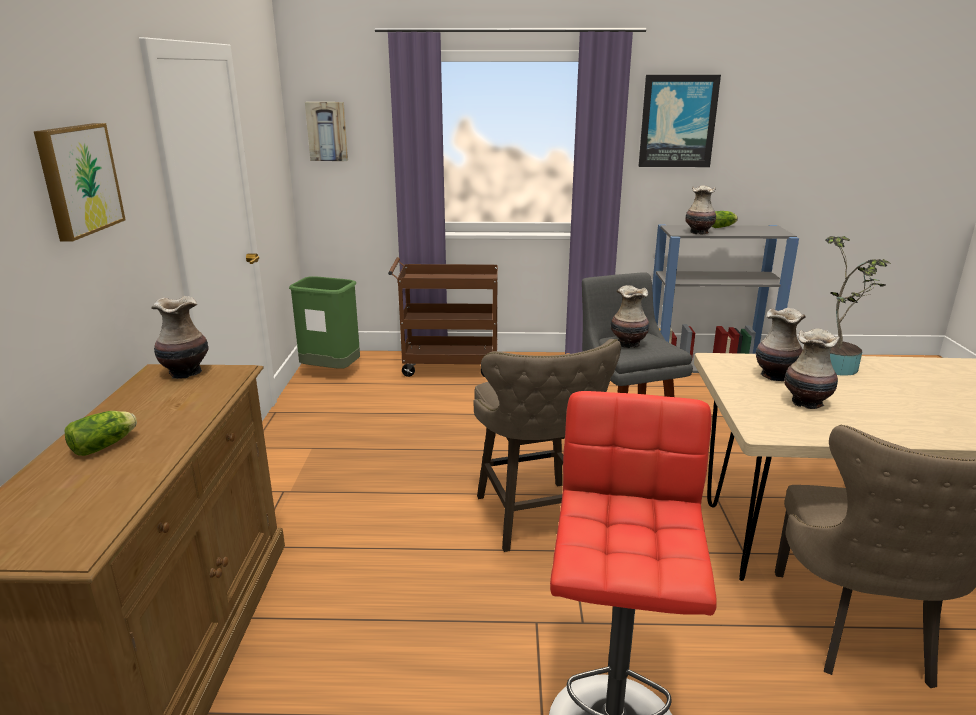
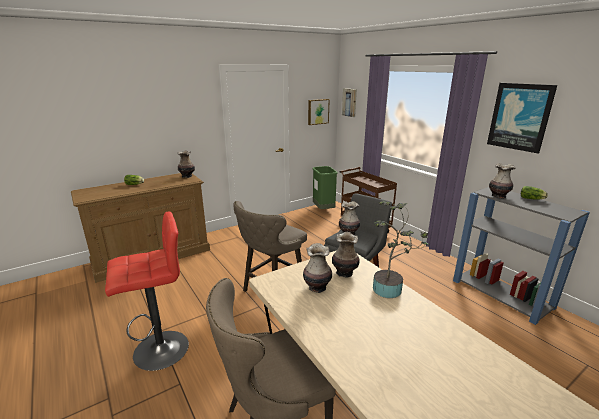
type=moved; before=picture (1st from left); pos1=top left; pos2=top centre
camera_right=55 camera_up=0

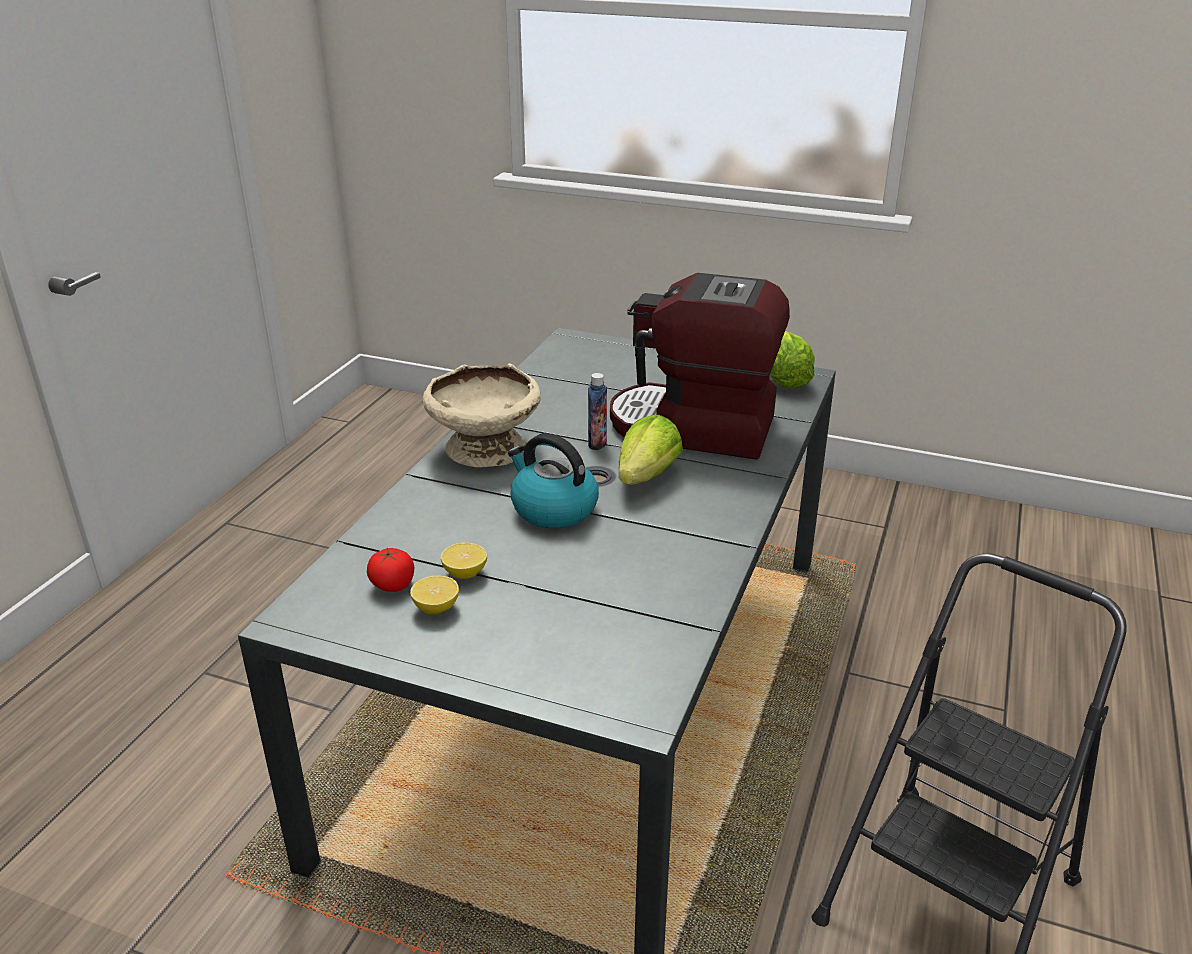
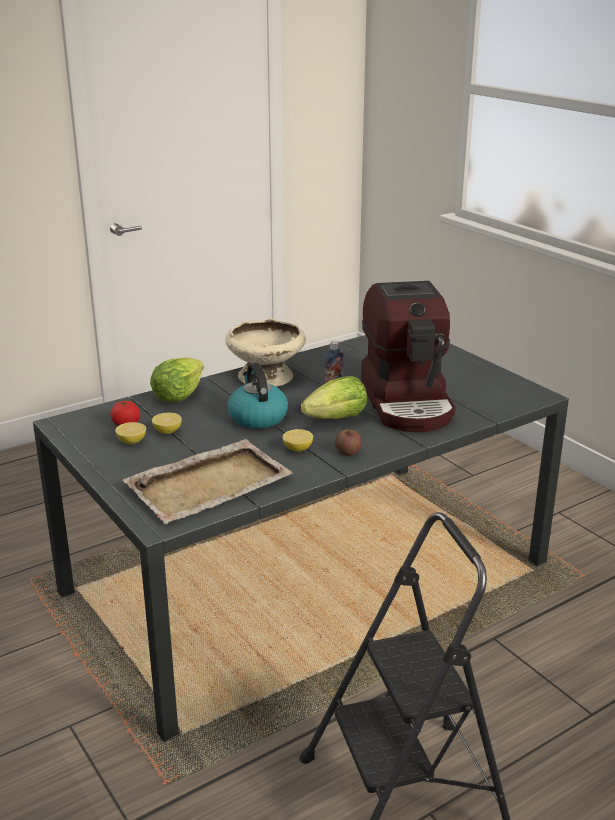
type=turned; before=coffee machine; pos1=centre; pos2=centre; turn=-150
type=moved; before=lettuce head (2nd from left in the first image); after=lettuce head (1st from left); pos1=centre; pos2=middle left
type=added; after=serving tray/beige; pos2=centre
type=added; after=lemon (3rd from left); pos2=centre
type=added; after=whole apple; pos2=centre
camera_right=35 camera_up=-5

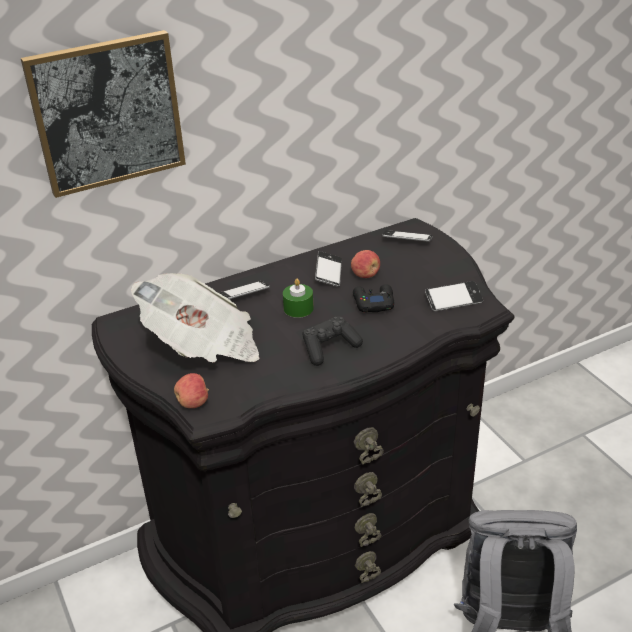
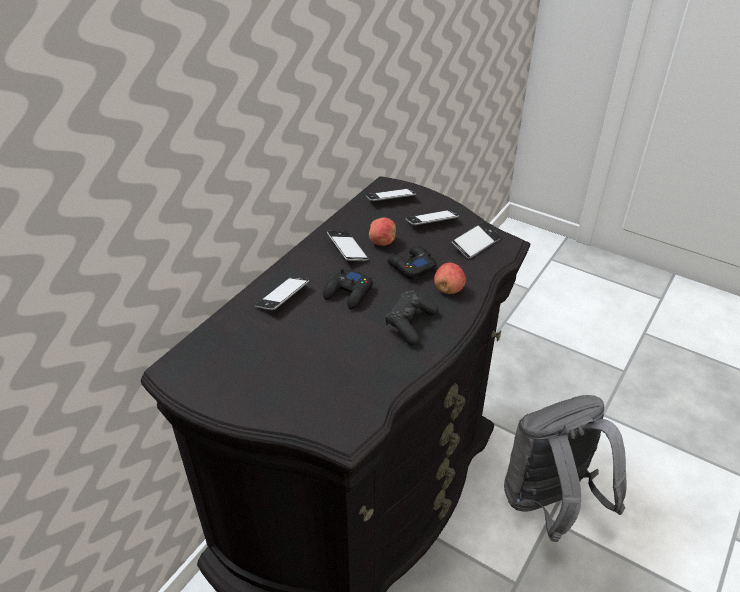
type=removed; before=picture; pos1=top left
type=removed; before=newspaper; pos1=middle left
type=moved; before=whole apple (1st from left in the first image); after=whole apple (2nd from left); pos1=middle left; pos2=centre
type=replaced; before=candle/green; after=gamepad/black-coloured (1st from left); pos1=centre; pos2=centre
type=added; after=phone (4th from left); pos2=centre
camera_right=-30 camera_up=5

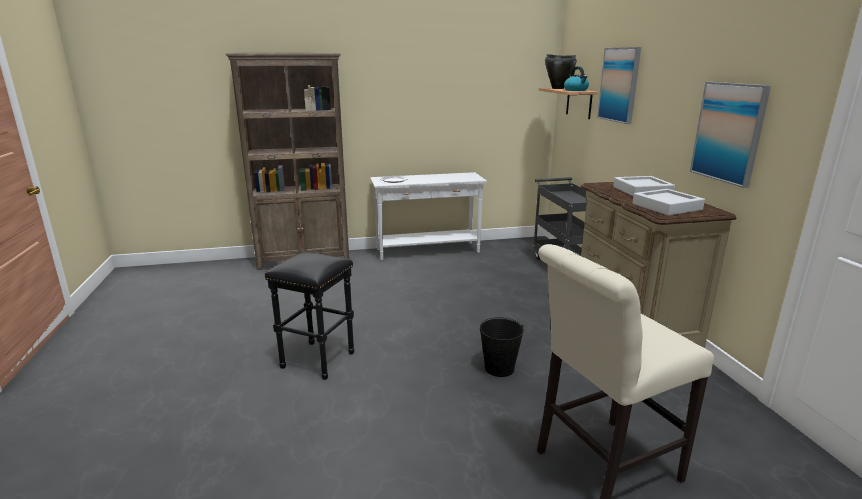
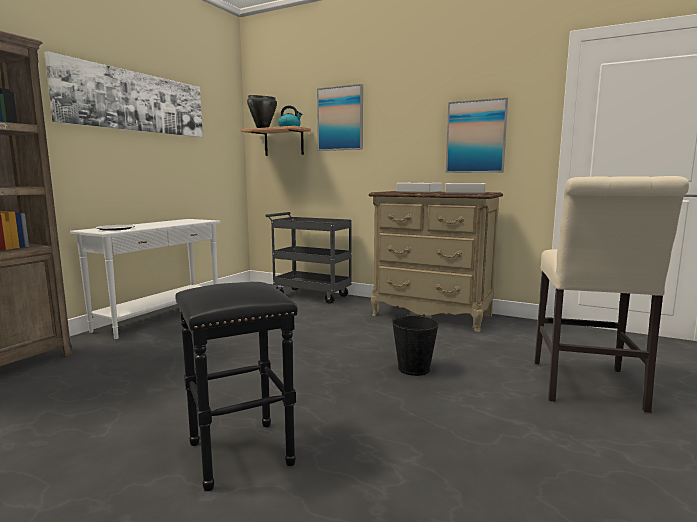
type=added; after=picture (1st from left); pos2=top left
camera_right=-50 camera_up=-10

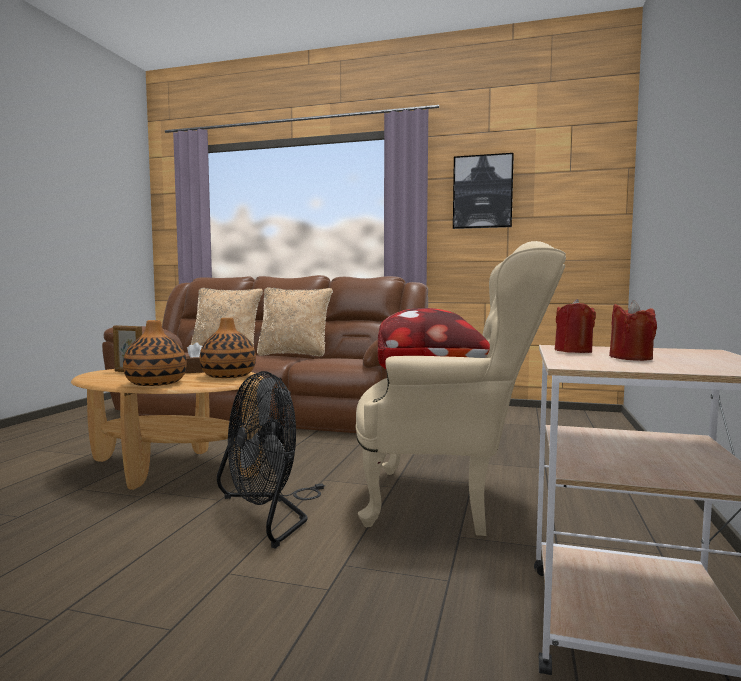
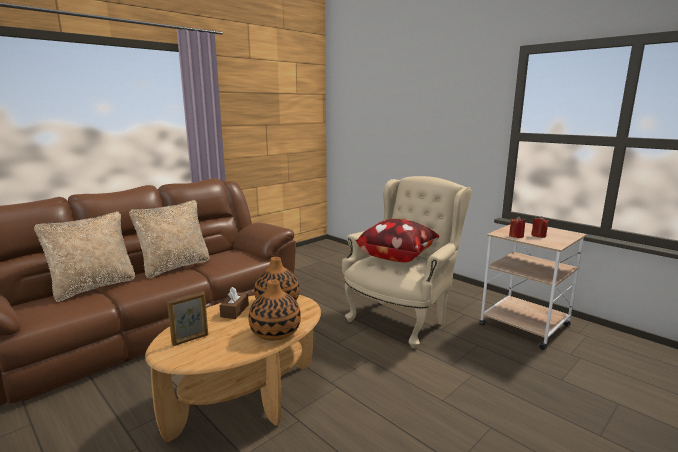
type=removed; before=fan/black-coloured; pos1=bottom centre
type=removed; before=picture; pos1=top centre
camera_right=-60 camera_up=10

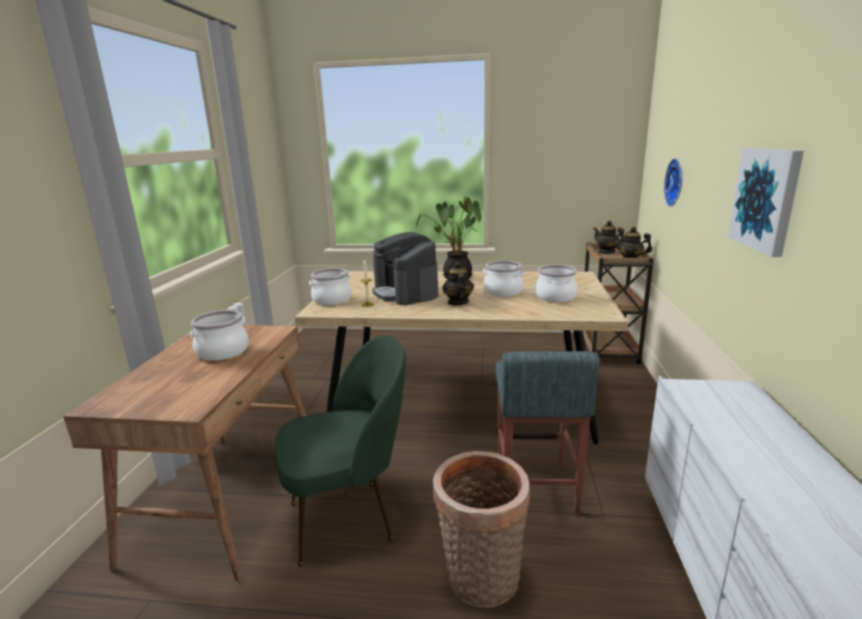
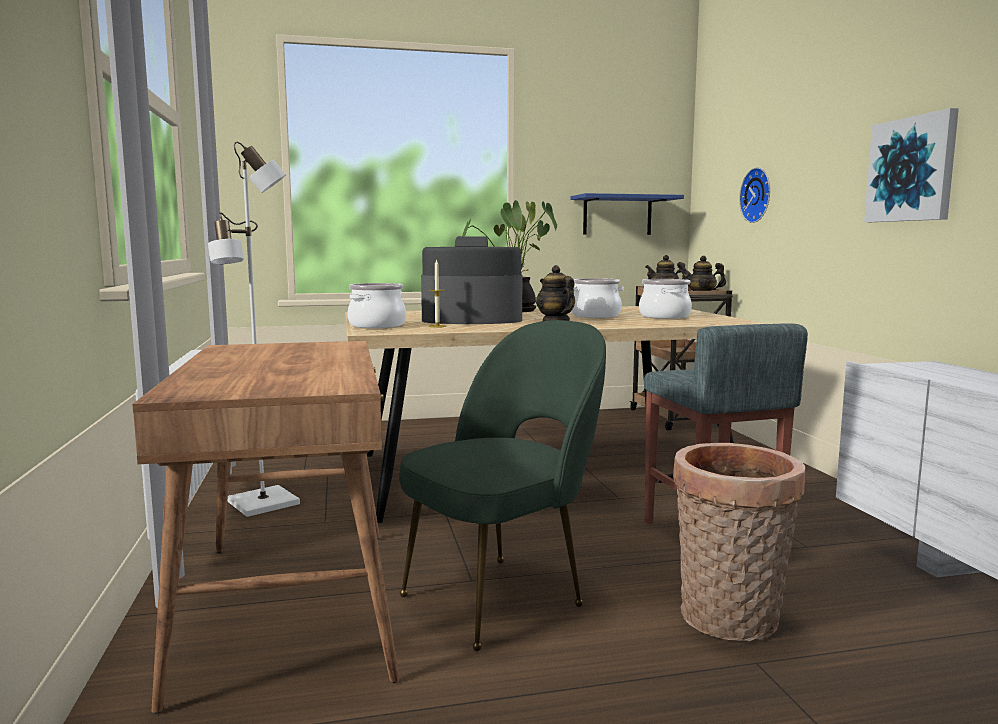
type=removed; before=stockpot (1st from left); pos1=middle left
type=turned; before=coffee machine; pos1=centre; pos2=centre; turn=135
type=added; after=floor lamp/white; pos2=middle left
type=added; after=wall shelf/bluish; pos2=top centre
camera_right=-20 camera_up=-10

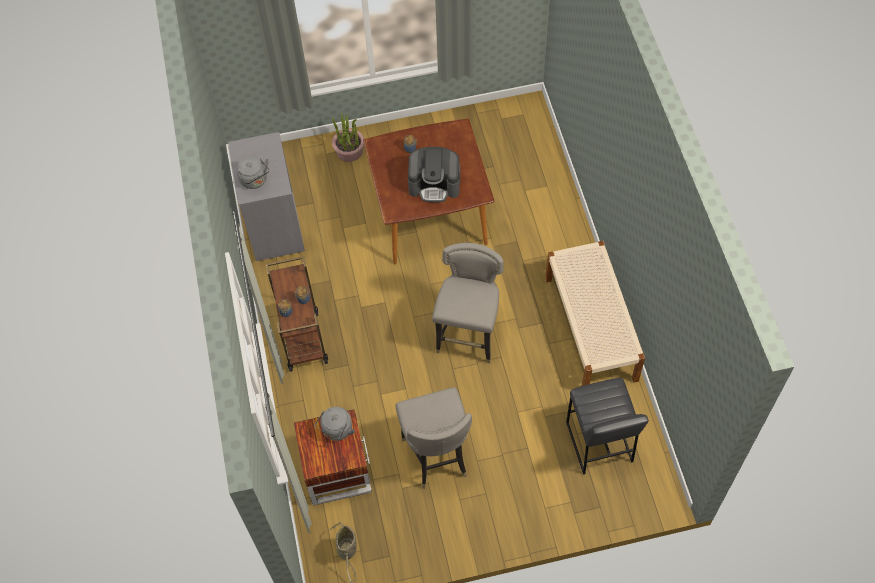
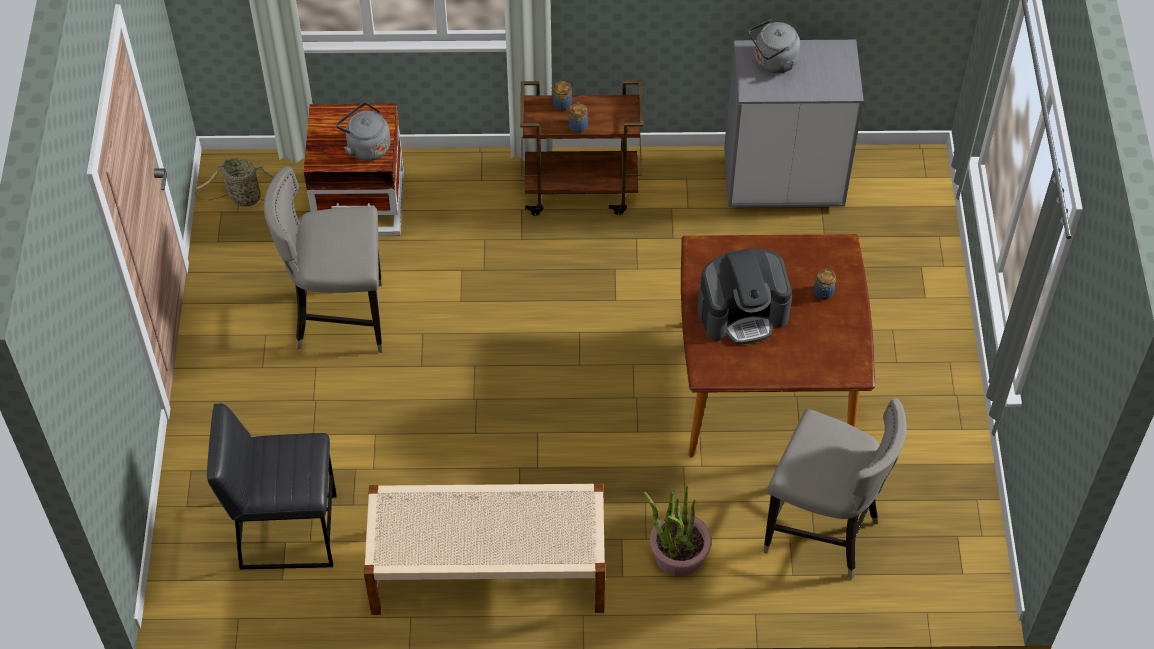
type=moved; before=plant in a pot; pos1=top centre; pos2=bottom centre
type=turned; before=coffee machine; pos1=top centre; pos2=centre; turn=-120
type=moved; before=stool/gray (2nd from left in the first image); after=stool/gray (3rd from left); pos1=centre; pos2=bottom right
camera_right=100 camera_up=-5

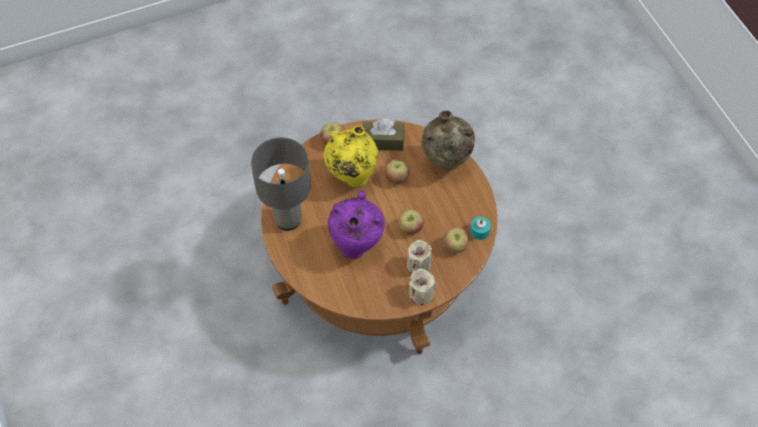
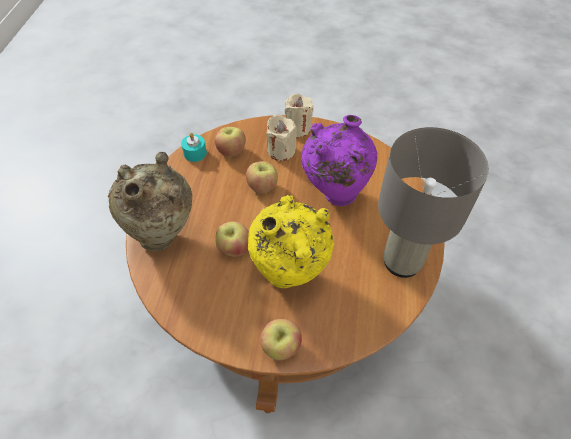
type=removed; before=box of tissues/brownish; pos1=top centre
camera_right=-150 camera_up=-5

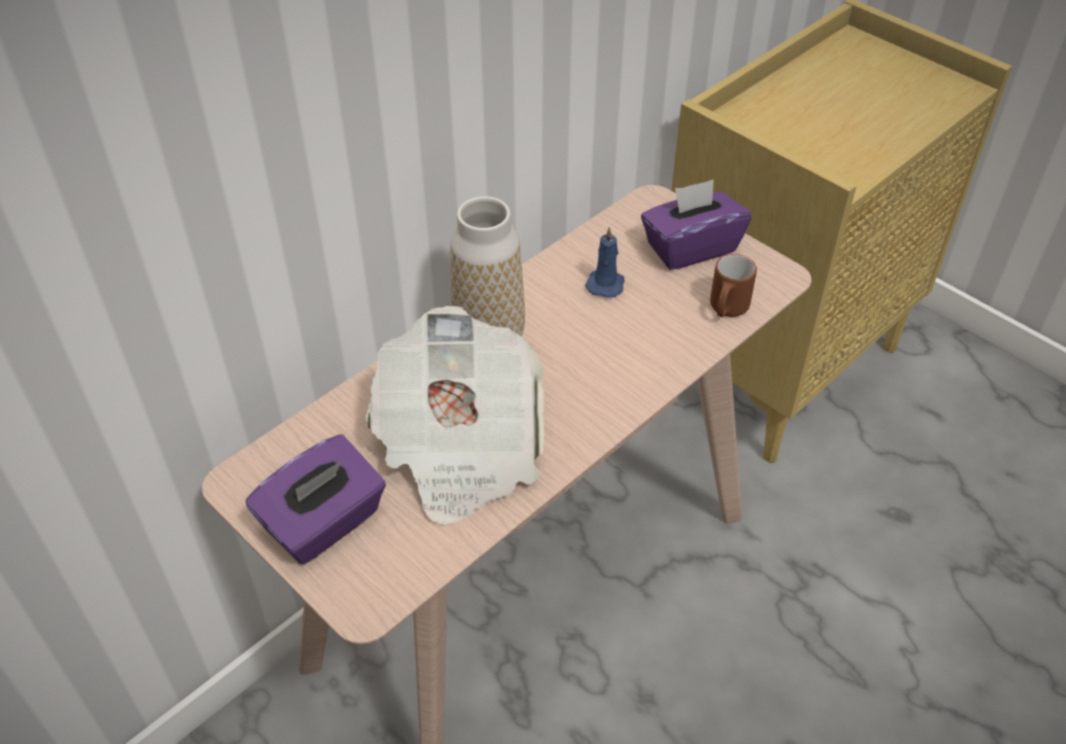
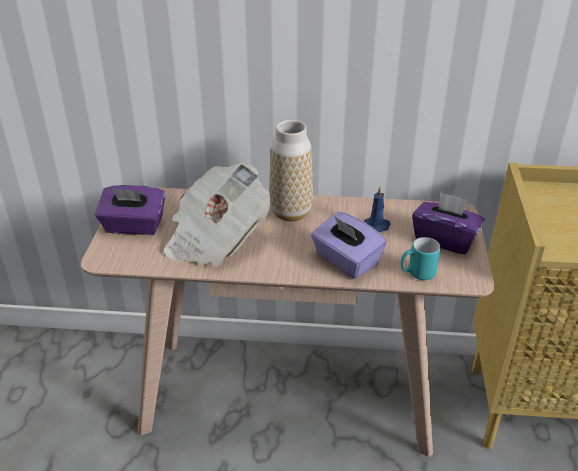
type=recoloured; before=coffee mug/brownish; after=coffee mug/turquoise; pos1=middle right; pos2=middle right
type=added; after=box of tissues/purple (2nd from left); pos2=centre
camera_right=50 camera_up=-10

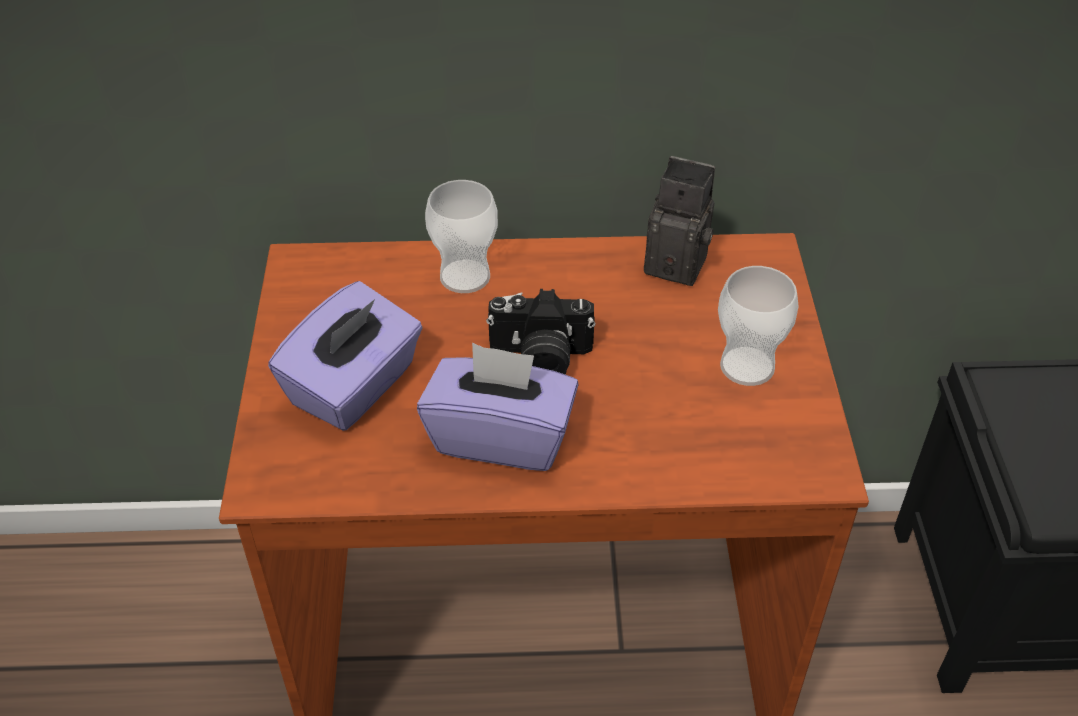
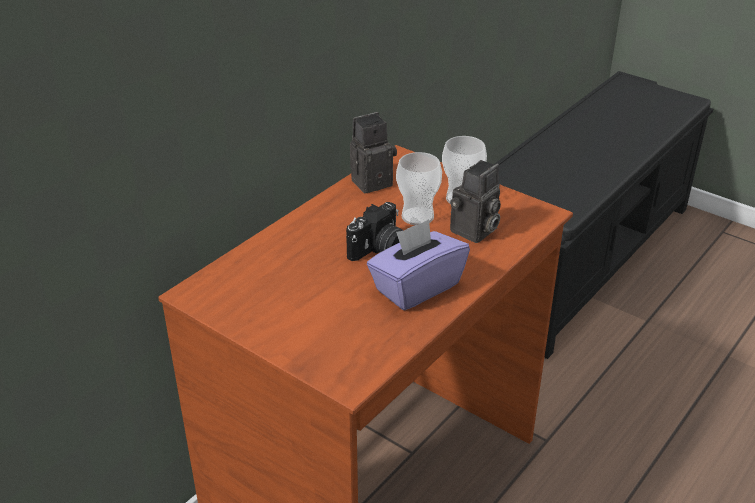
type=removed; before=box of tissues/purple (1st from left); pos1=middle left
type=moved; before=drinking cup (1st from left); pos1=top centre; pos2=centre
type=added; after=still camera (3rd from left); pos2=centre
camera_right=-50 camera_up=-10

